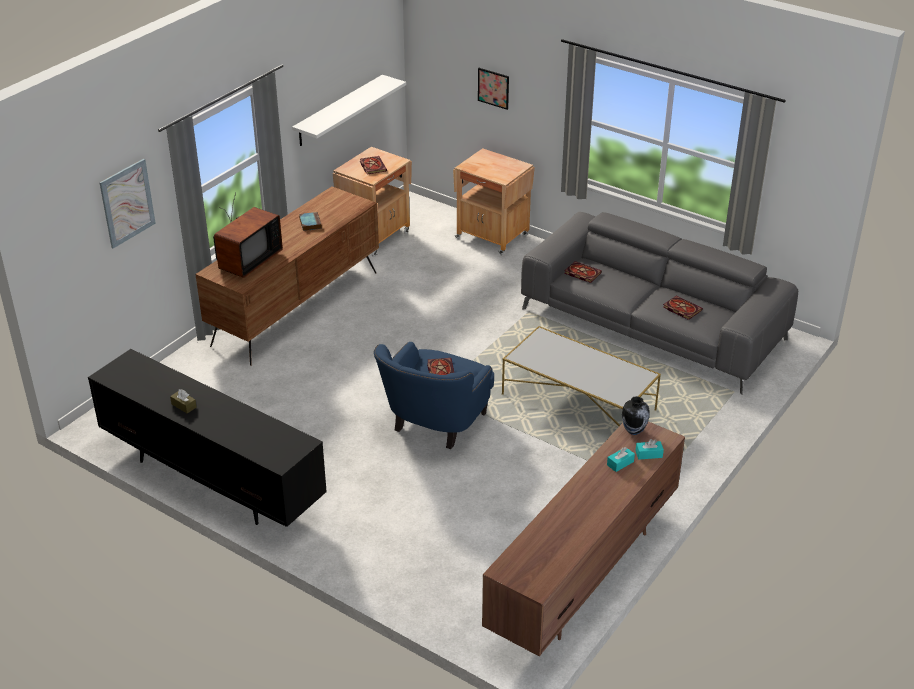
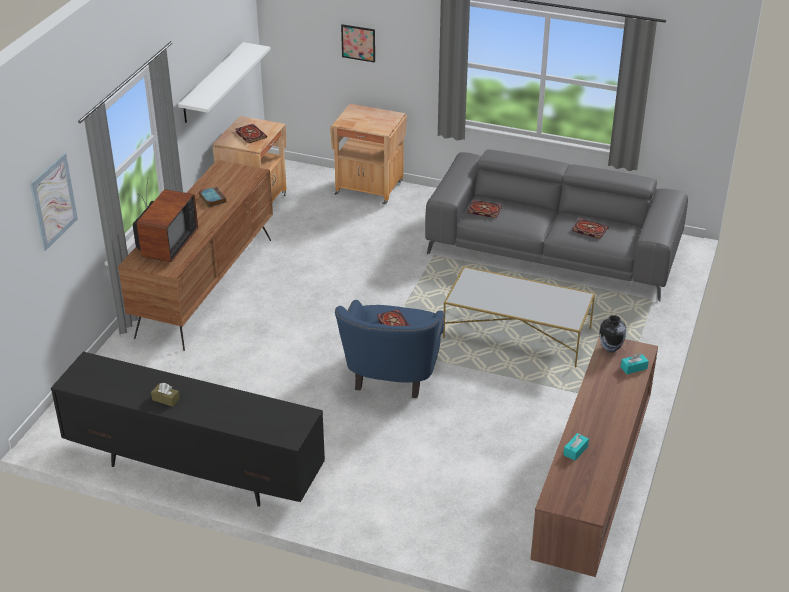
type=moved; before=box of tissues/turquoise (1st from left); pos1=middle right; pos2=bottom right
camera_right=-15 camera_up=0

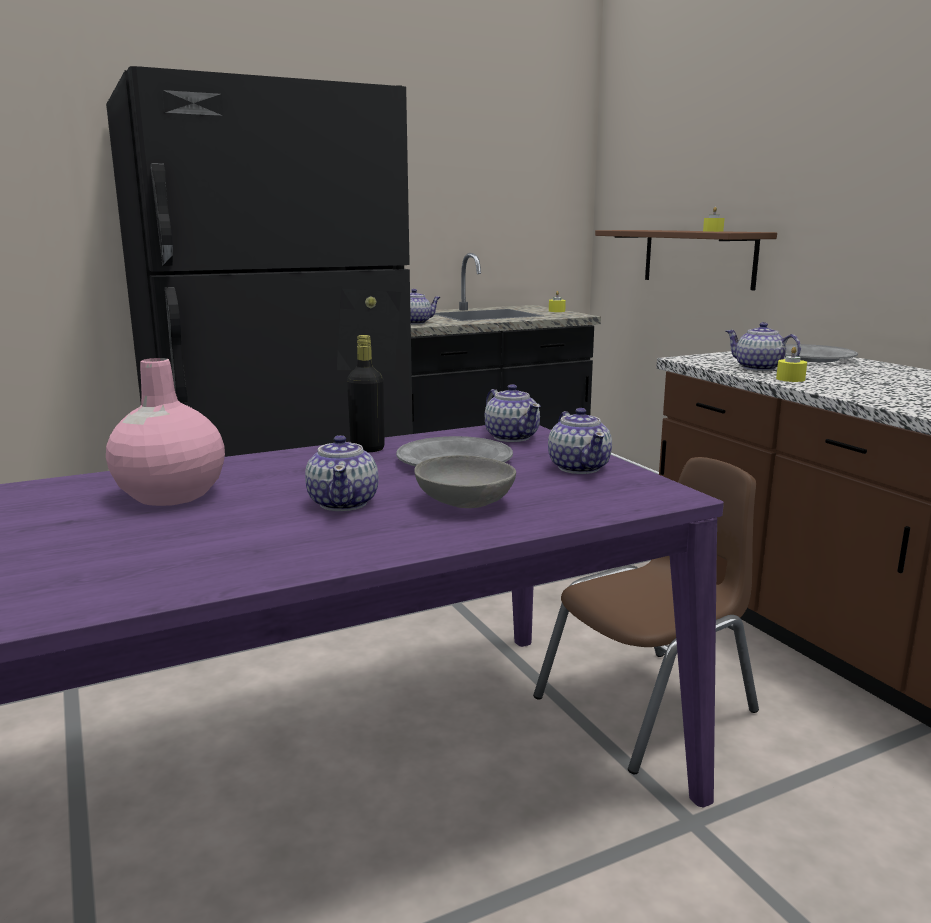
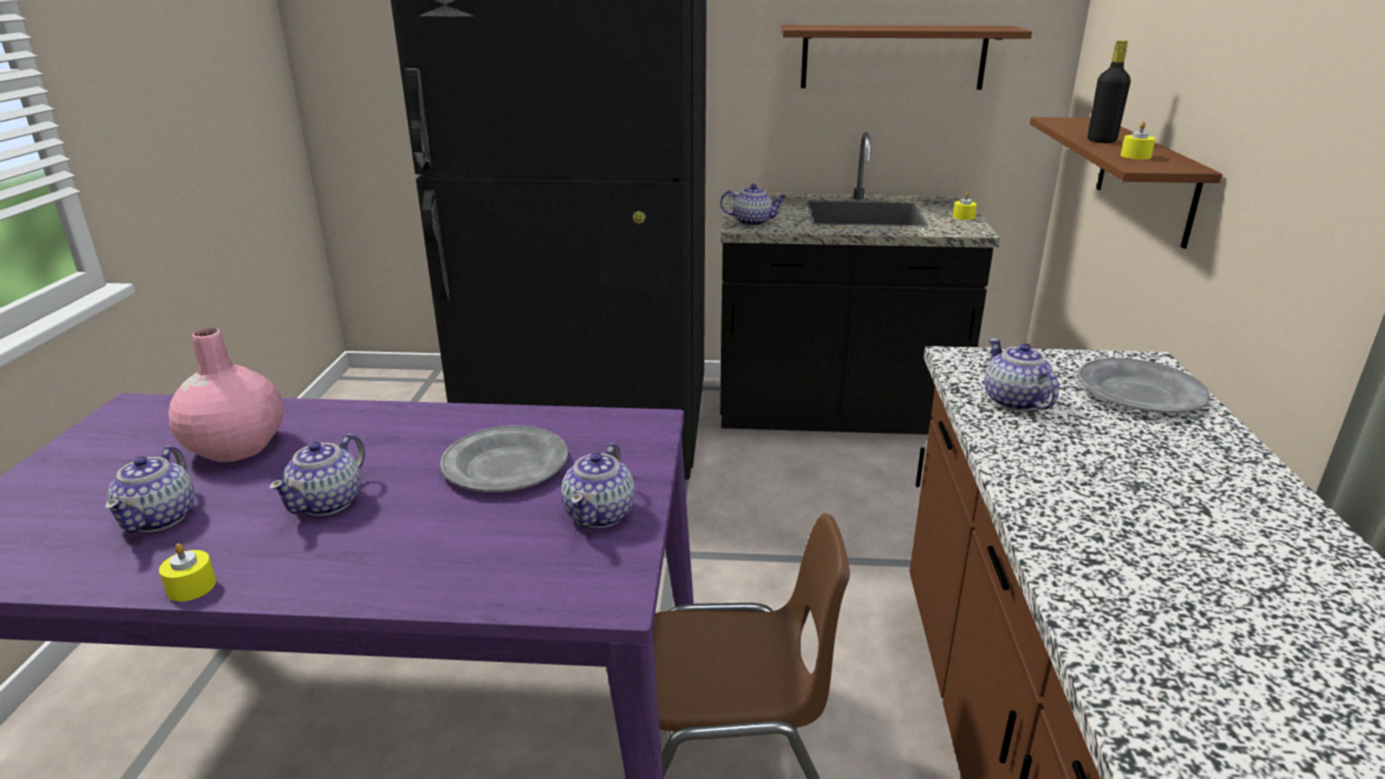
type=moved; before=beverage bottle/black-coloured; pos1=centre; pos2=top right
type=removed; before=serving bowl/gray; pos1=centre
type=moved; before=teapot (3rd from left in the first image); after=teapot (1st from left); pos1=centre; pos2=middle left
type=moved; before=candle/yellow (3rd from left in the first image); after=candle/yellow (1st from left); pos1=middle right; pos2=bottom left
type=added; after=wall shelf/brownish (1st from left); pos2=top centre
camera_right=30 camera_up=10

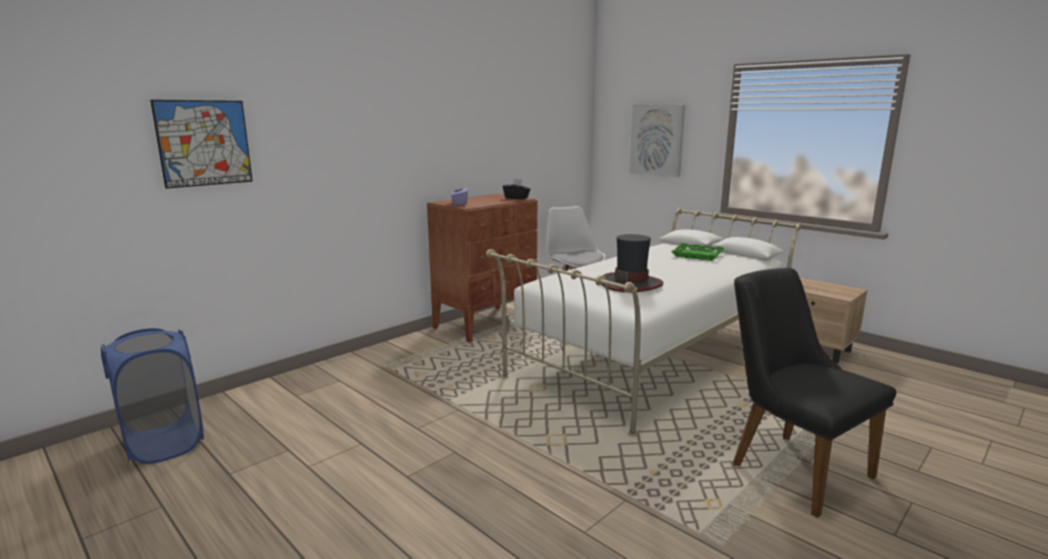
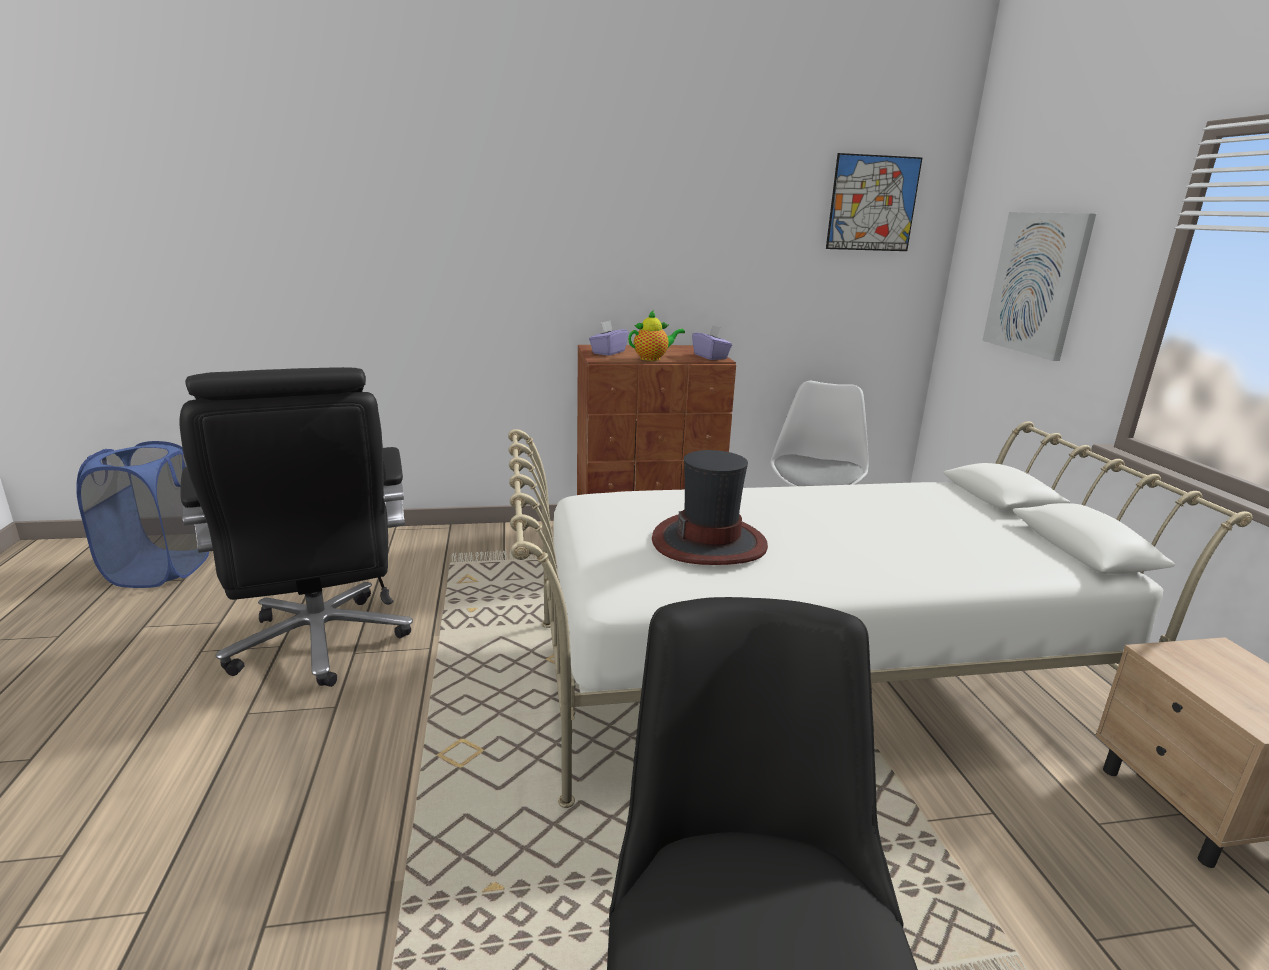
type=moved; before=picture (1st from left); pos1=top left; pos2=top right
type=recoloured; before=box of tissues/black-coloured; after=box of tissues/purple (2nd from left); pos1=centre; pos2=centre
type=removed; before=serving tray/green; pos1=centre
type=added; after=office chair/black-coloured; pos2=middle left
type=added; after=teapot; pos2=centre
camera_right=35 camera_up=5

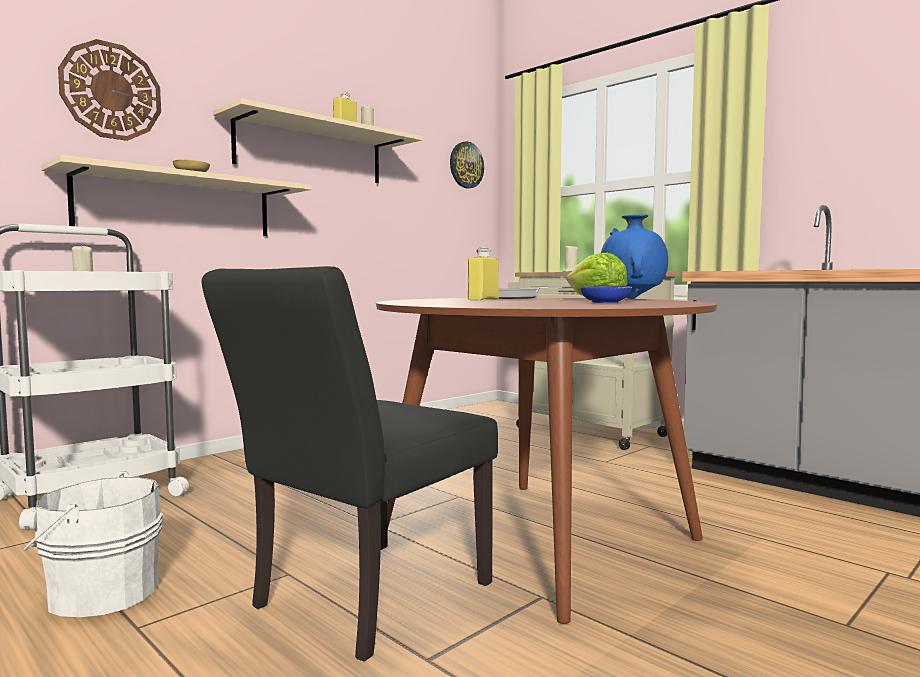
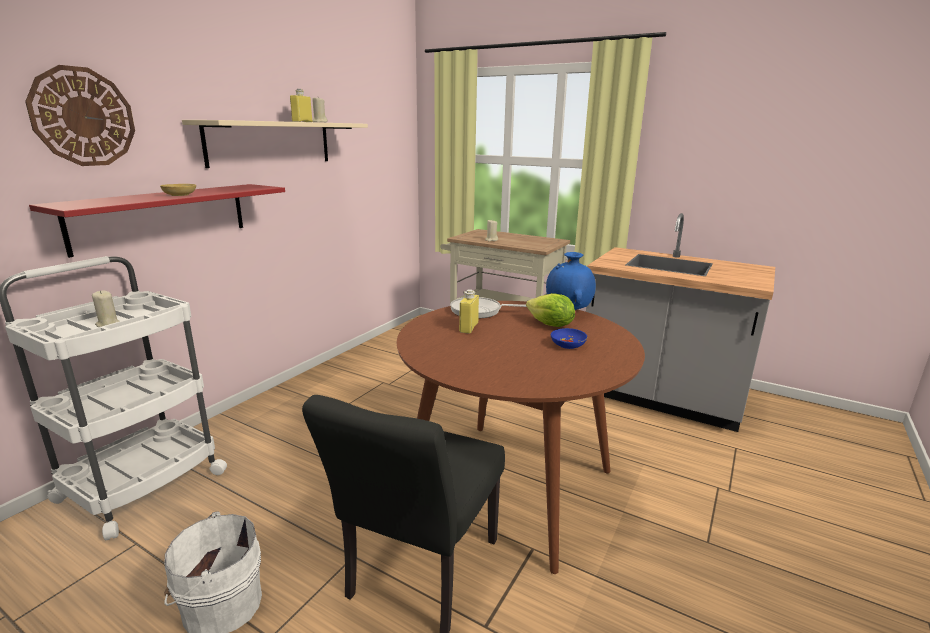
type=recoloured; before=wall shelf/beige (1st from left); after=wall shelf/reddish; pos1=top left; pos2=middle left
type=removed; before=wall clock (2nd from left); pos1=top centre
camera_right=-15 camera_up=15

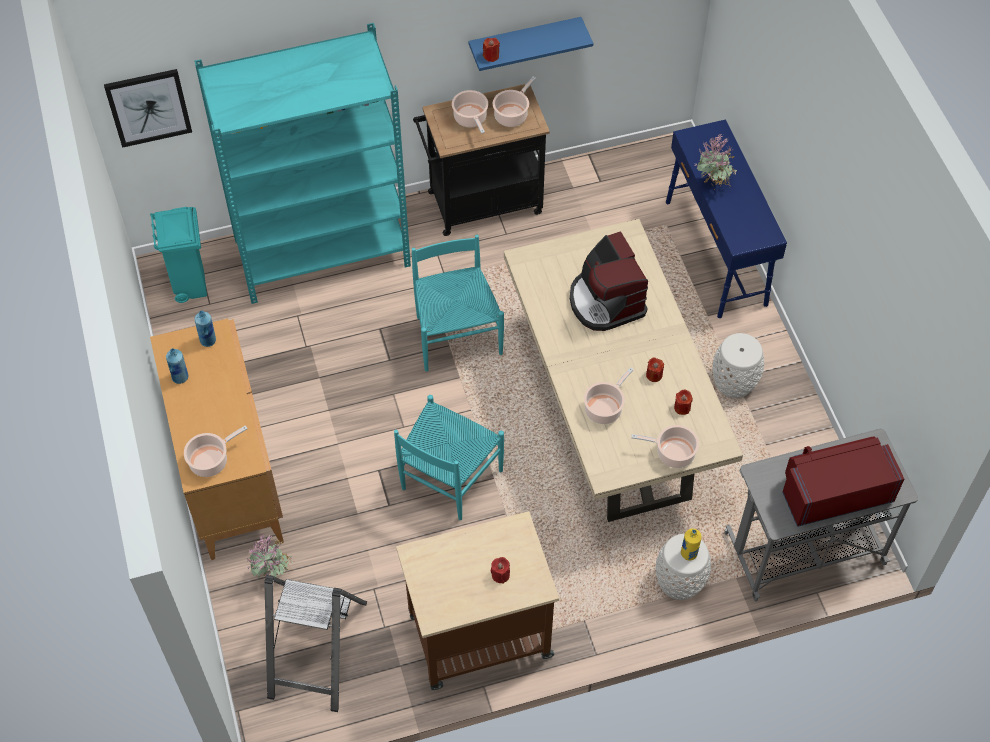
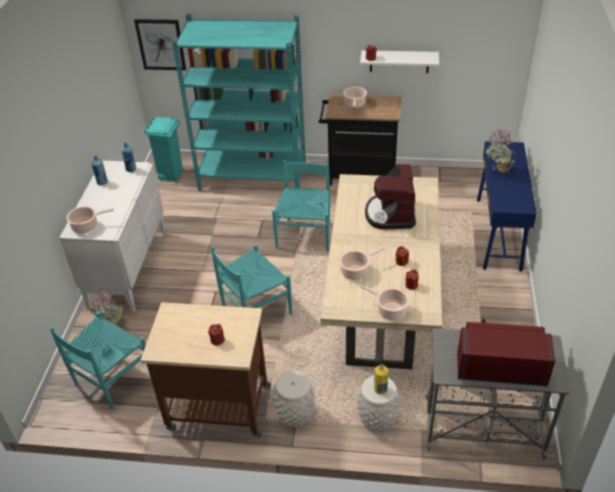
type=recoloured; before=storage cabinet/brownish; after=storage cabinet/white; pos1=middle left; pos2=middle left
type=replaced; before=step stool/gray; after=plain chair/turquoise (1st from left); pos1=bottom left; pos2=bottom left
type=recoloured; before=wall shelf/bluish; after=wall shelf/white; pos1=top centre; pos2=top centre
type=removed; before=stockpot (3rd from left); pos1=top centre
type=moved; before=stool/white (2nd from left in the first image); after=stool/white (1st from left); pos1=middle right; pos2=bottom centre
camera_right=25 camera_up=-15

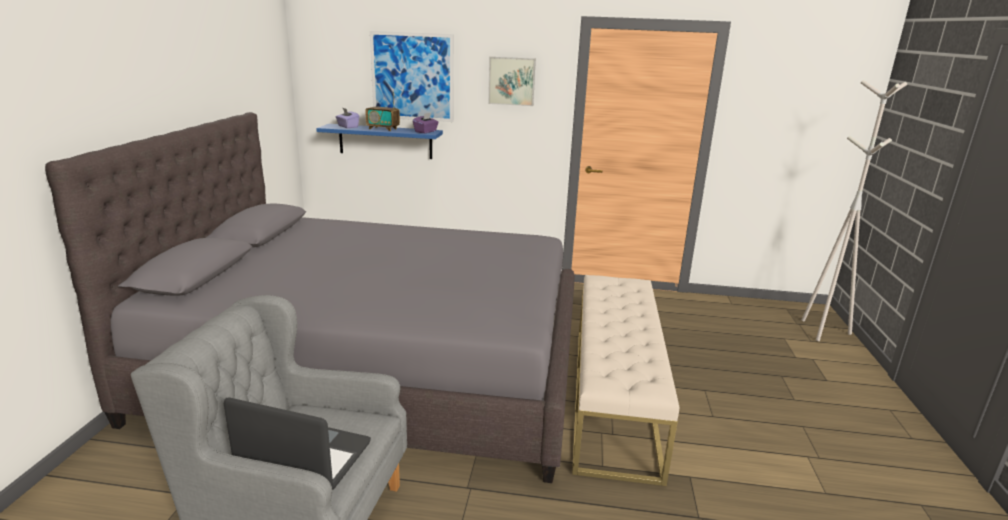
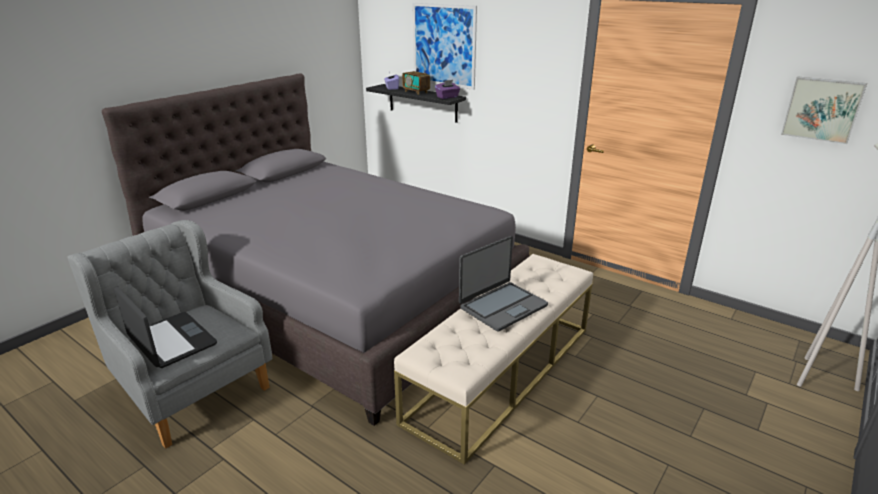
type=recoloured; before=wall shelf/bluish; after=wall shelf/black-coloured; pos1=top centre; pos2=top centre
type=moved; before=picture (2nd from left); pos1=top centre; pos2=top right
type=added; after=notebook computer (2nd from left); pos2=centre
camera_right=30 camera_up=5

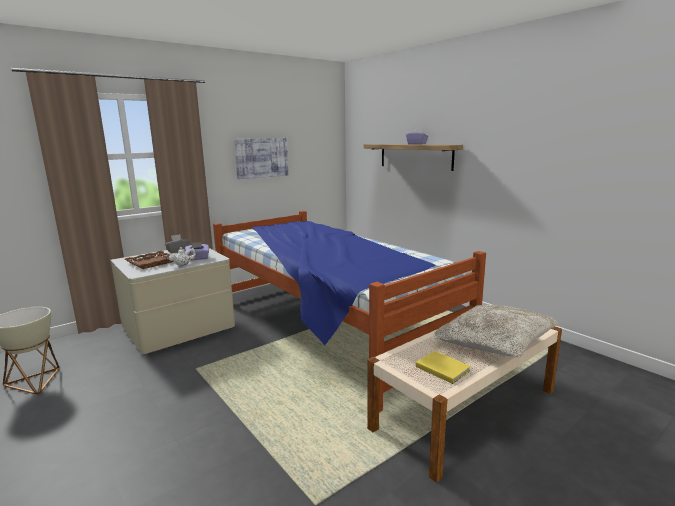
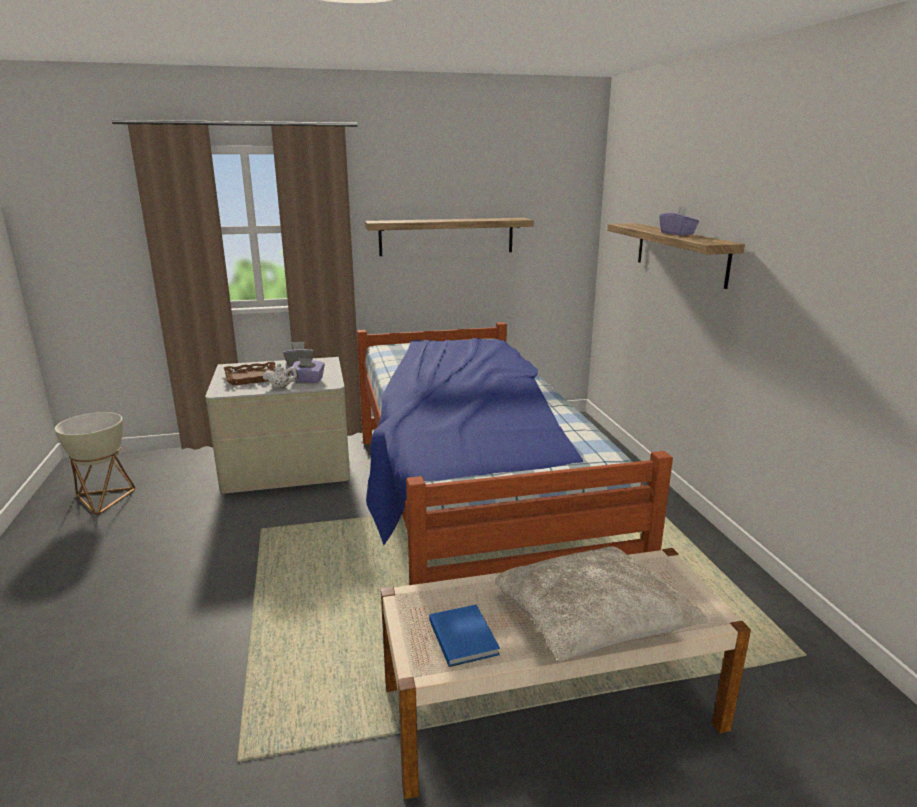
type=replaced; before=picture; after=wall shelf (1st from left); pos1=top centre; pos2=top centre
type=recoloured; before=book/yellow; after=book/bluish; pos1=bottom centre; pos2=bottom centre
camera_right=25 camera_up=5

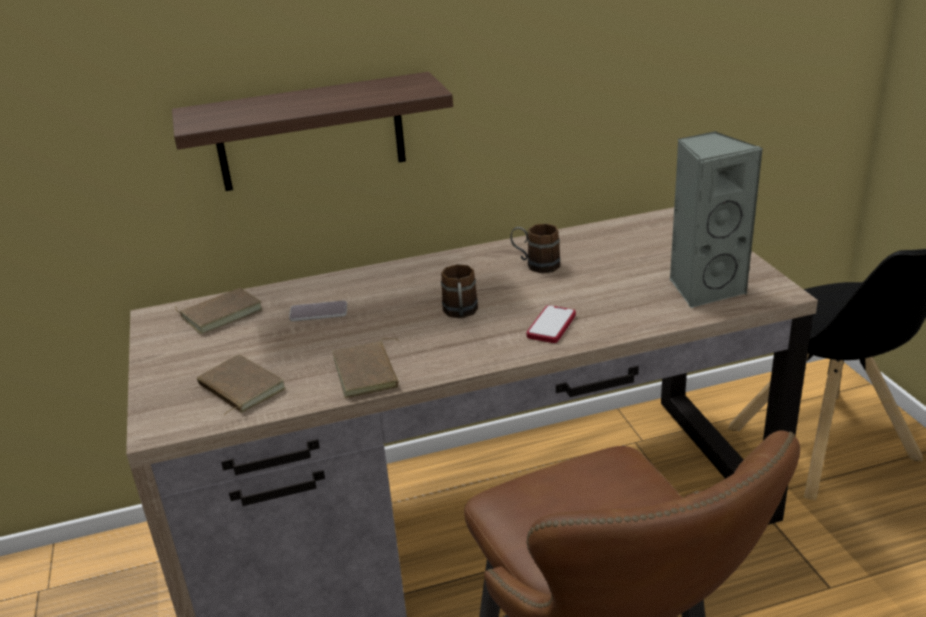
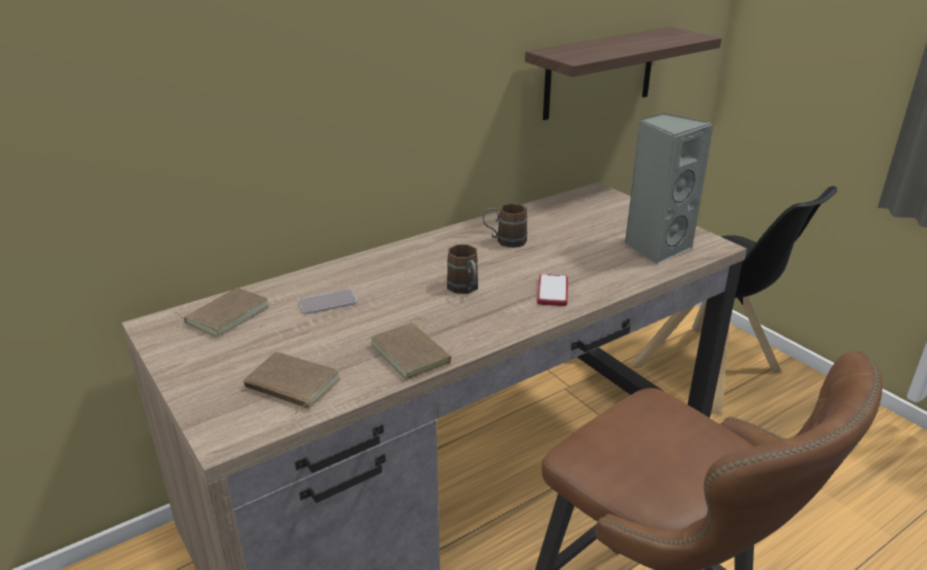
type=moved; before=wall shelf; pos1=top centre; pos2=top right
camera_right=-20 camera_up=0

